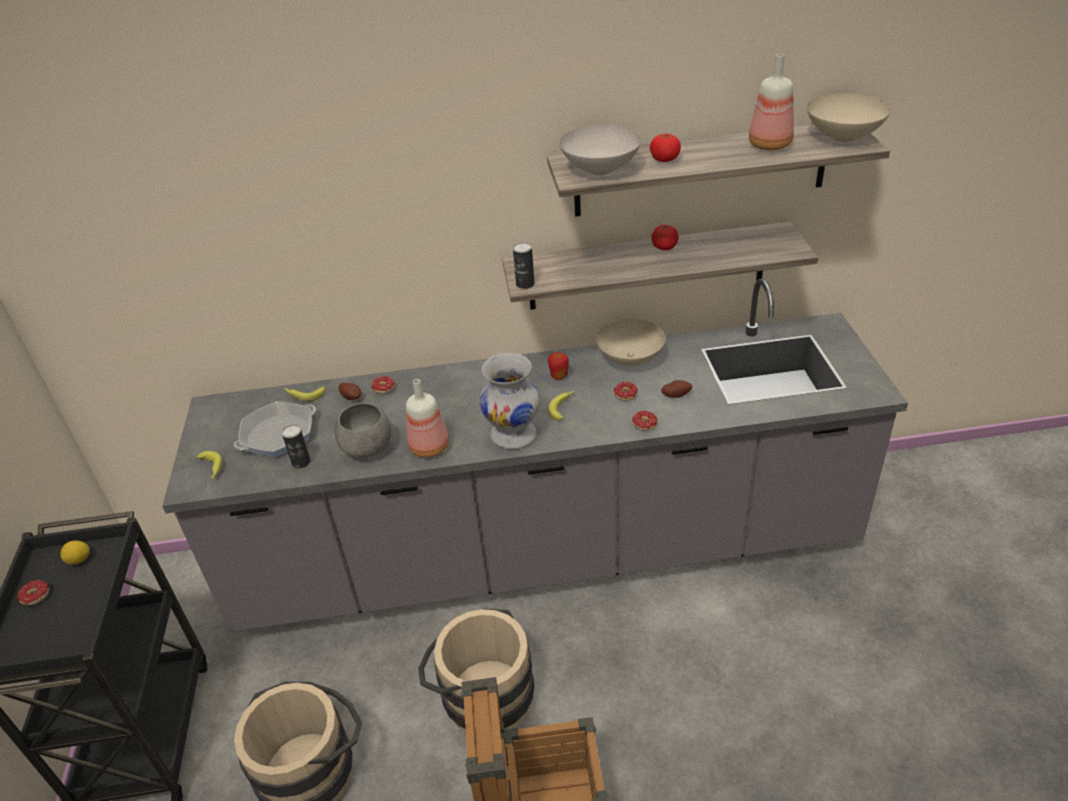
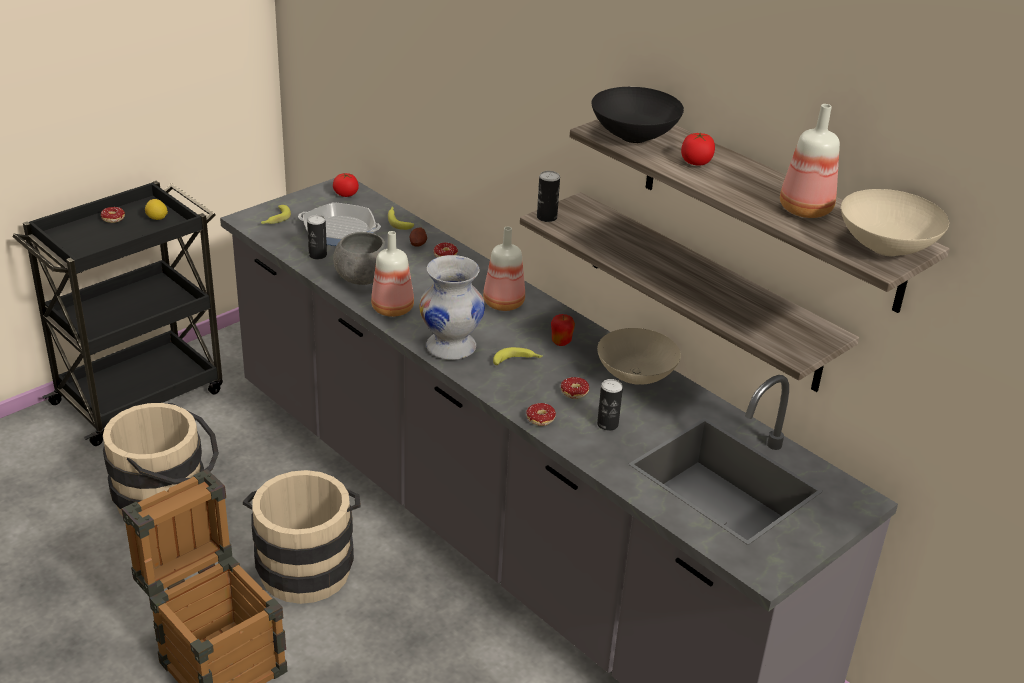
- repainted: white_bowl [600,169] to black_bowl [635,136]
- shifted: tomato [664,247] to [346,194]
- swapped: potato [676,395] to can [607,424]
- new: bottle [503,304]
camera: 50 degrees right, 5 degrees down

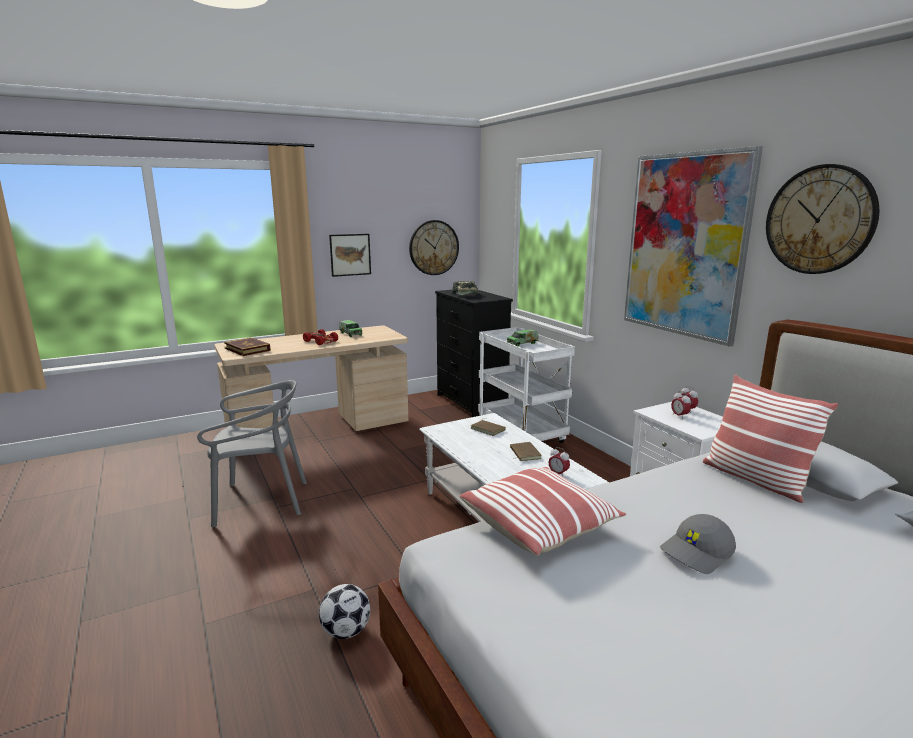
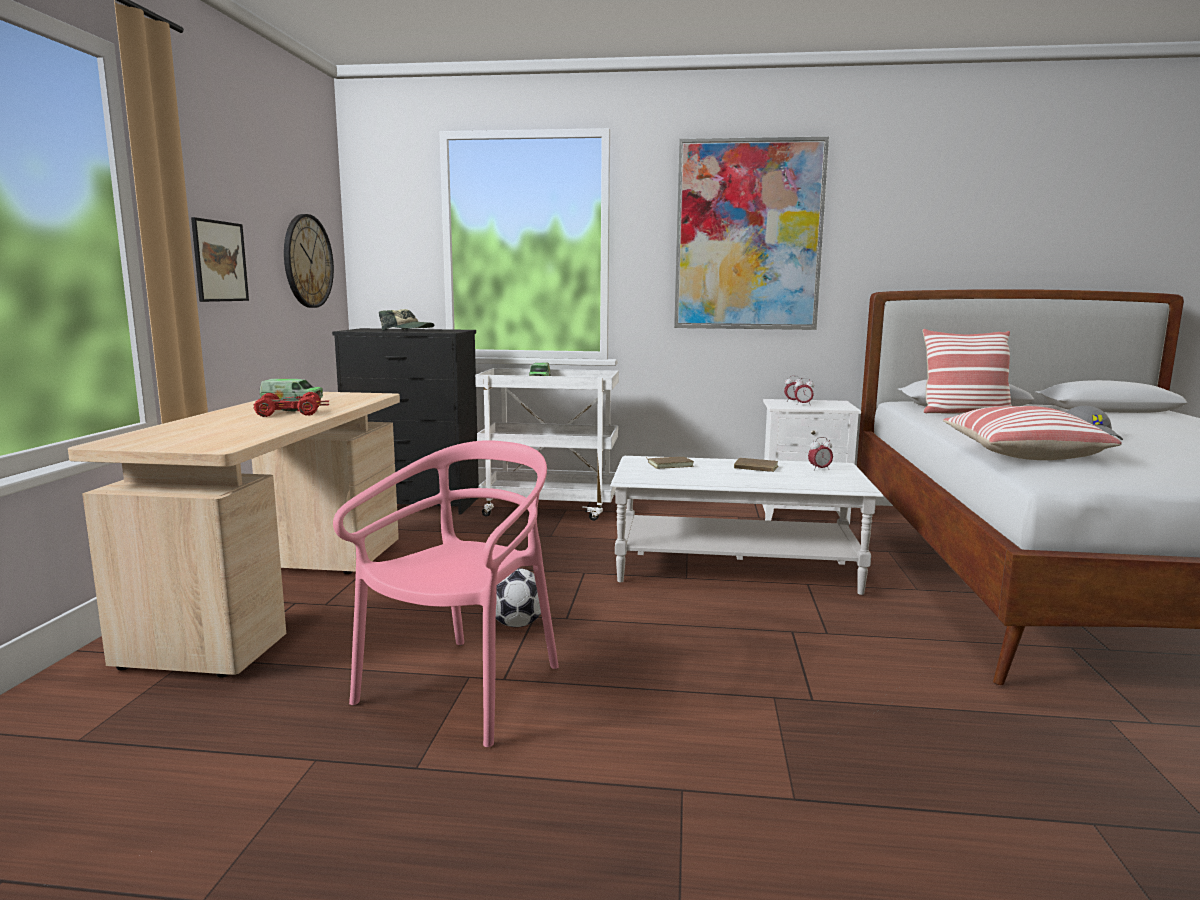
- gone: wall_clock [819,220]
- gone: book [247,349]
- repainted: grey_chair [261,501] to pink_chair [463,688]
- shifted: football [346,631] to [517,624]
camera: 55 degrees left, 5 degrees down

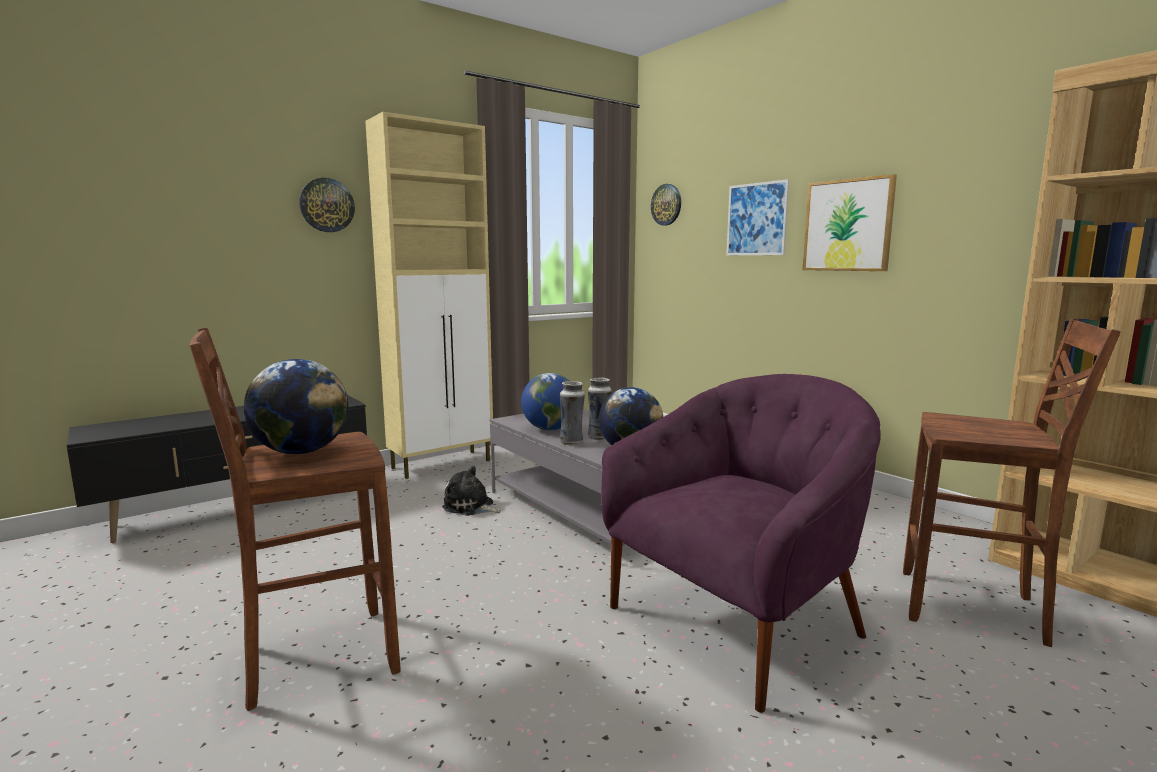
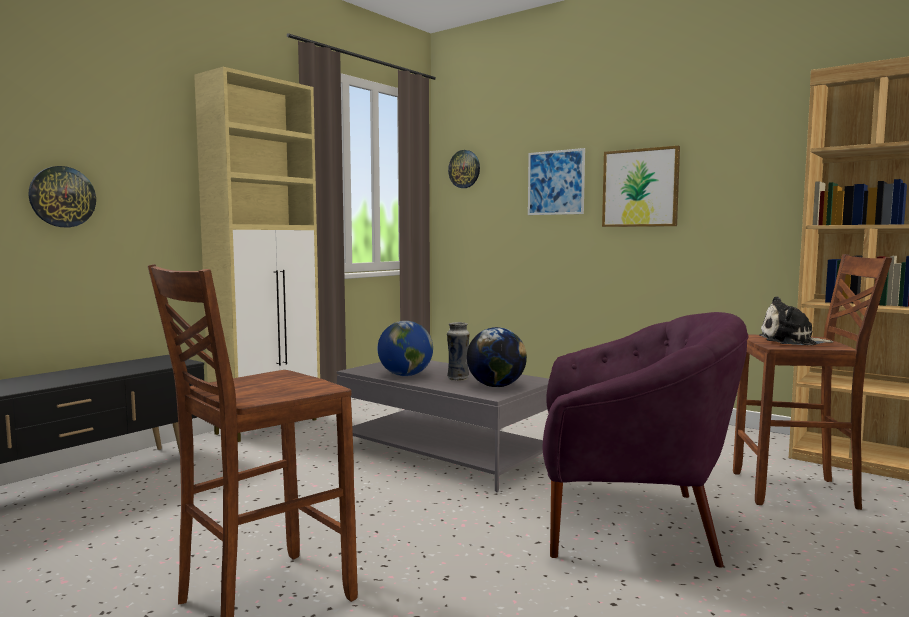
- shifted: wall_clock [327,205] to [62,197]
- gone: globe [301,451]
- rotated: purple_armchair [737,622] = [628,522] 60 degrees clockwise
- gone: vase [572,442]
- shifted: plush_toy [470,507] to [791,341]
camera: 15 degrees left, 5 degrees down

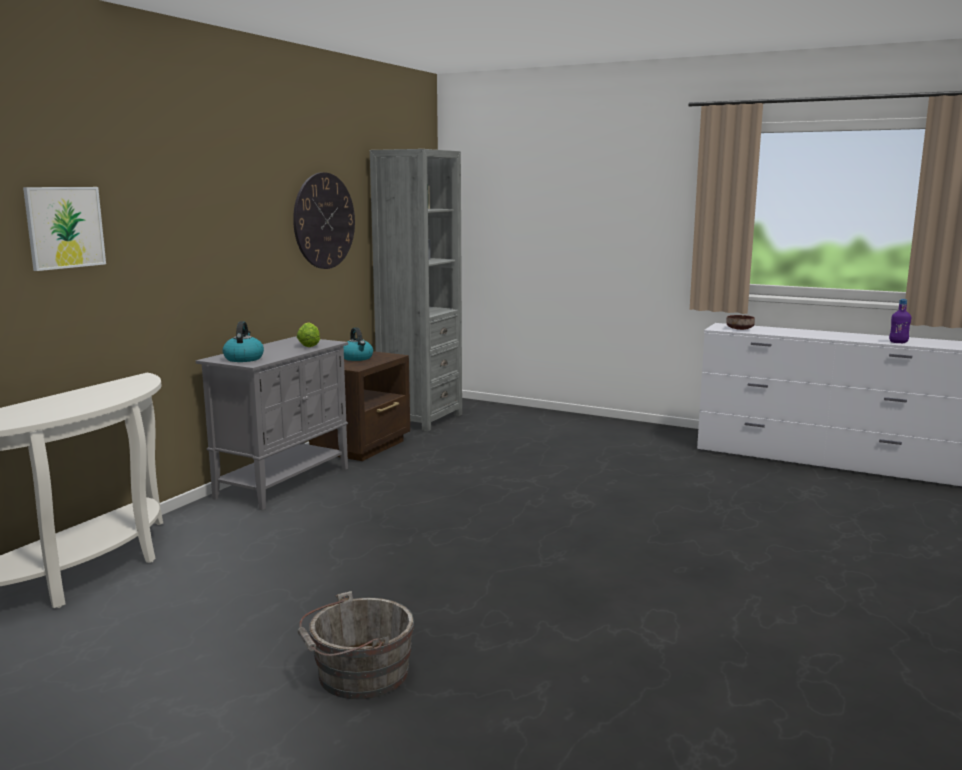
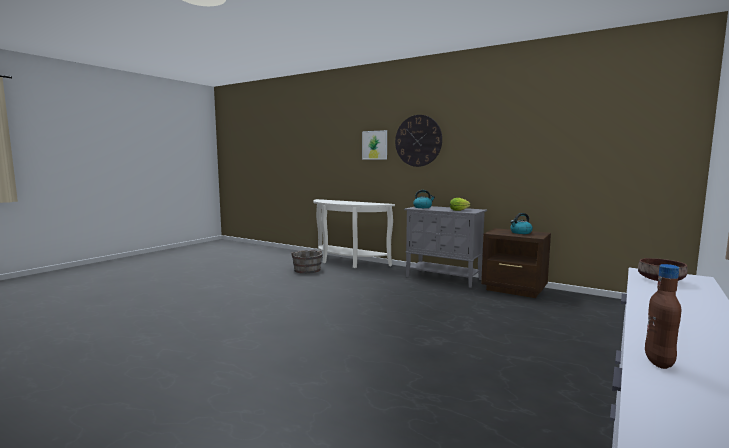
- gone: grey_bookcase [420,419]
- shifted: wall_clock [324,221] to [418,141]
- repainted: purple_bottle [898,342] to brown_bottle [659,362]
- shifted: grey_bucket [358,675] to [306,269]
camera: 95 degrees right, 5 degrees down

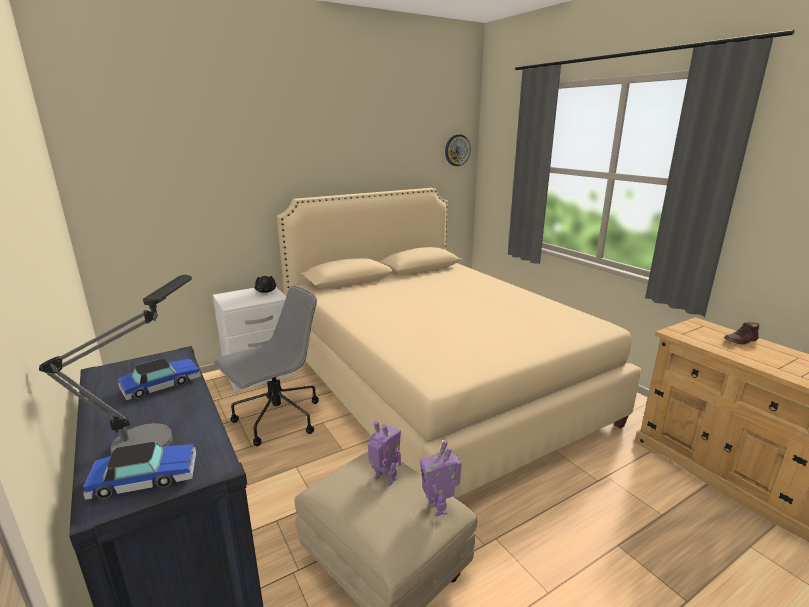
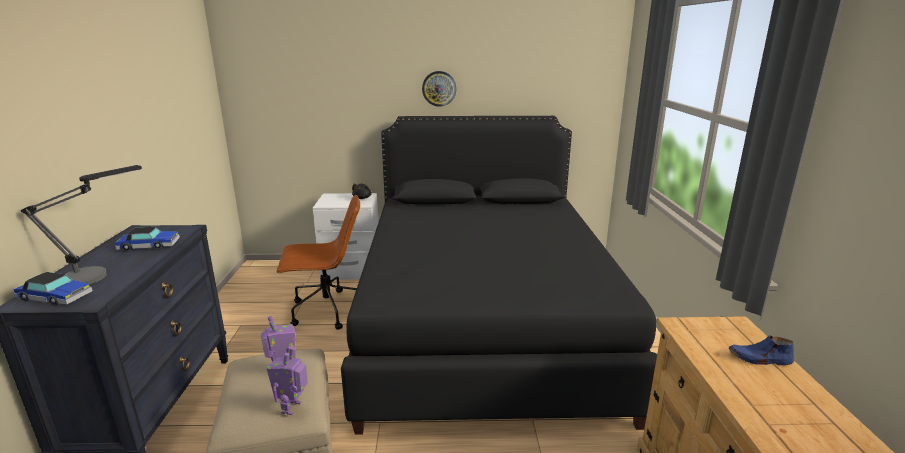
- shifted: wall_clock [457,150] to [439,88]
- repainted: beige_bed [436,386] to black_bed [483,323]
- repainted: grey_office_chair [277,420] to brown_office_chair [326,311]
- repainted: brown_shoe [740,340] to blue_shoe [760,359]
camera: 30 degrees right, 0 degrees up

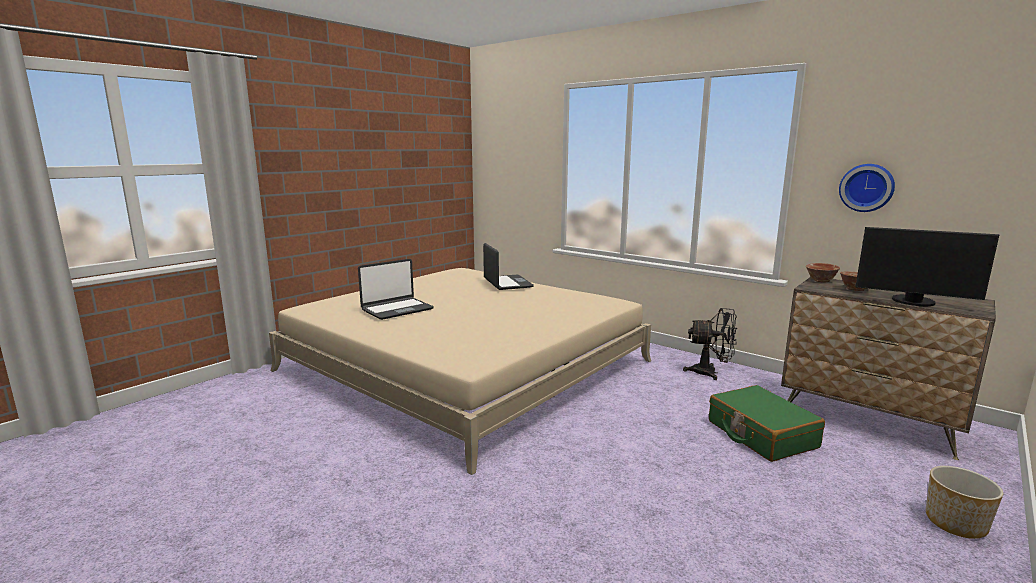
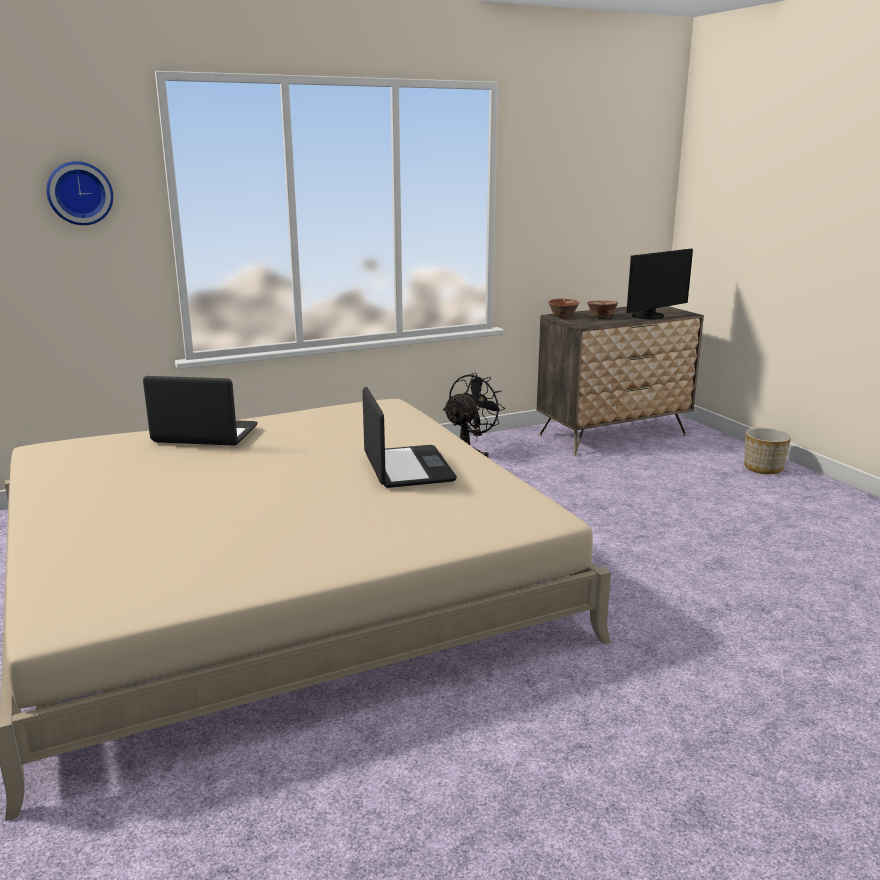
- shifted: wall_clock [866,187] to [80,193]
- shifted: laptop [397,309] to [407,468]
- gone: green_suitcase [761,434]
camera: 65 degrees left, 5 degrees up

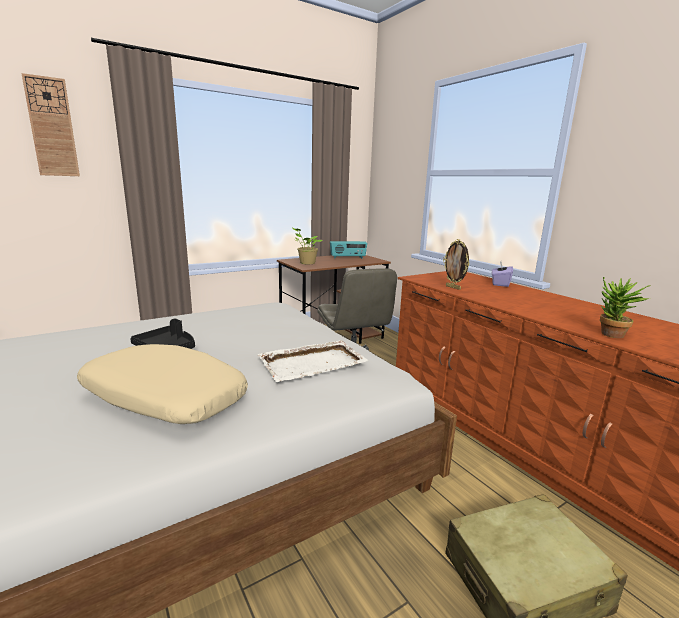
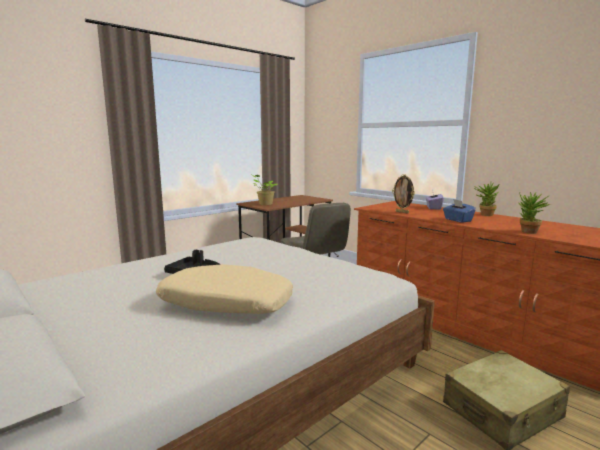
- gone: wall_clock [52,127]
- gone: radio [348,258]
- gone: white_tray [313,363]
- new: potted_plant [484,214]
- new: blue_tissue_box [457,220]
camera: 10 degrees left, 5 degrees down

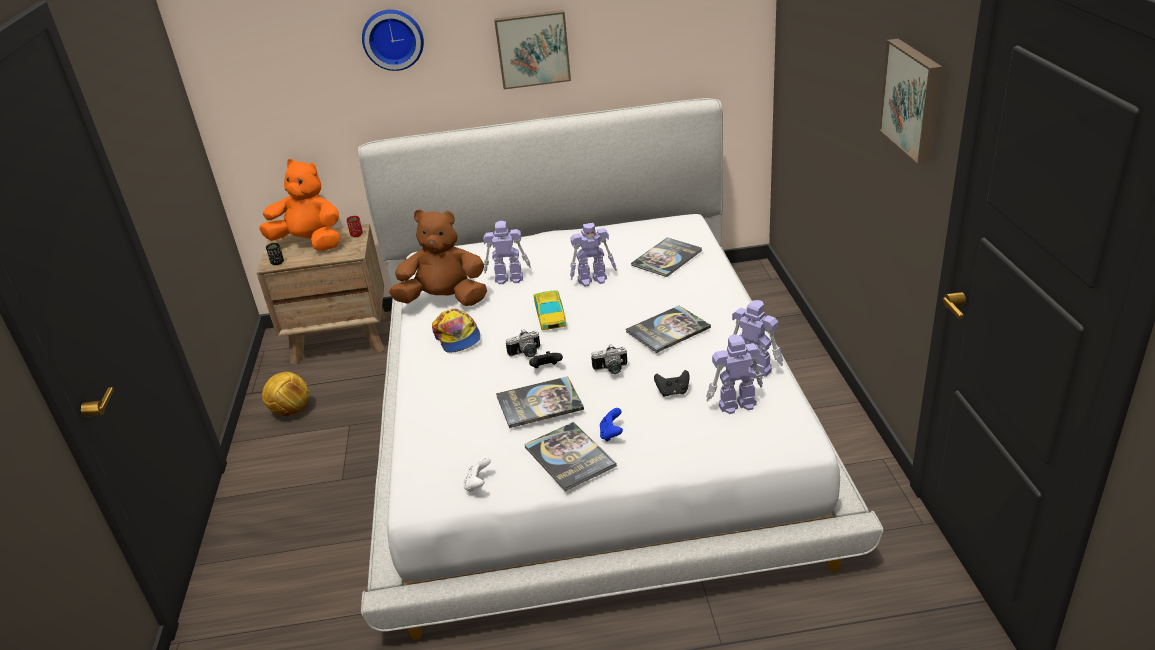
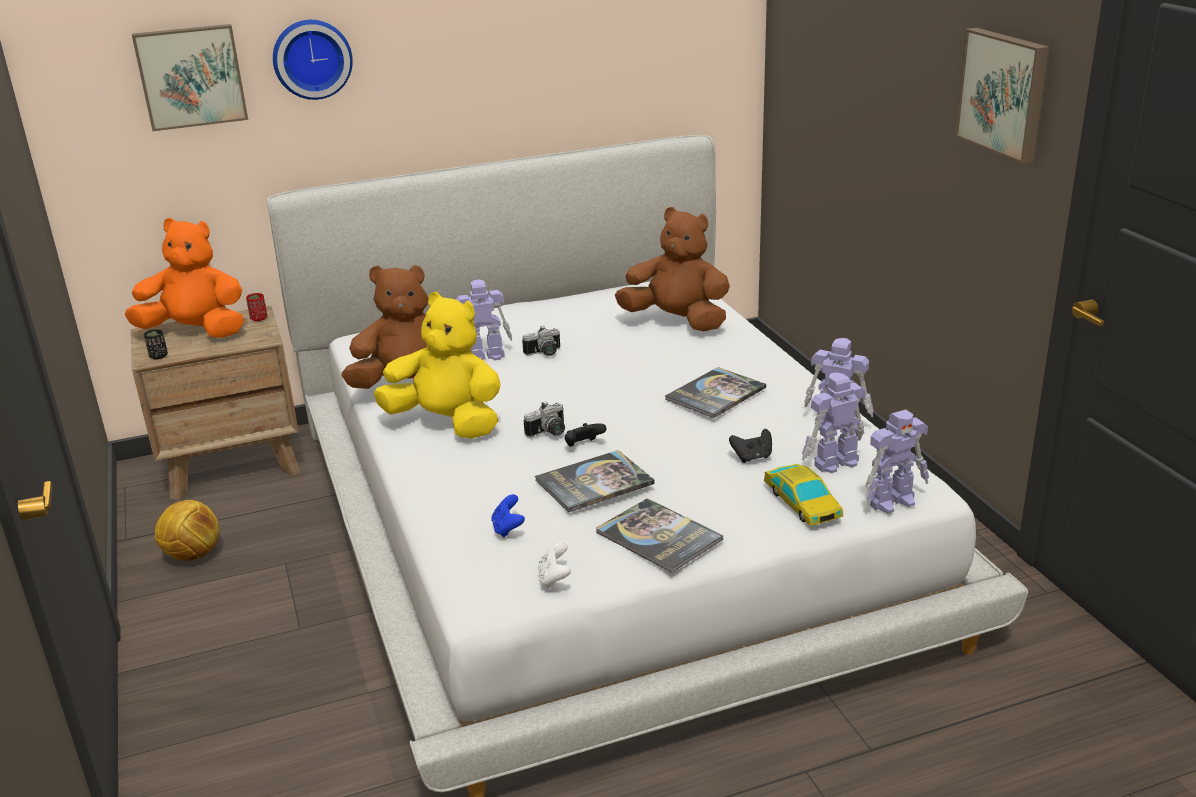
- shifted: picture [532,49] to [191,76]
- shifted: toy_robot [593,280] to [893,501]
- swapped: book [667,258] to brown_plush_toy [677,321]
- shifted: toy_car [550,315] to [802,502]
- swapped: cap [457,337] to yellow_plush_toy [447,423]
- shifted: photo_camera [611,369] to [544,353]
- shifted: blue_game_controller [611,434] to [508,528]
camera: 15 degrees left, 5 degrees down

